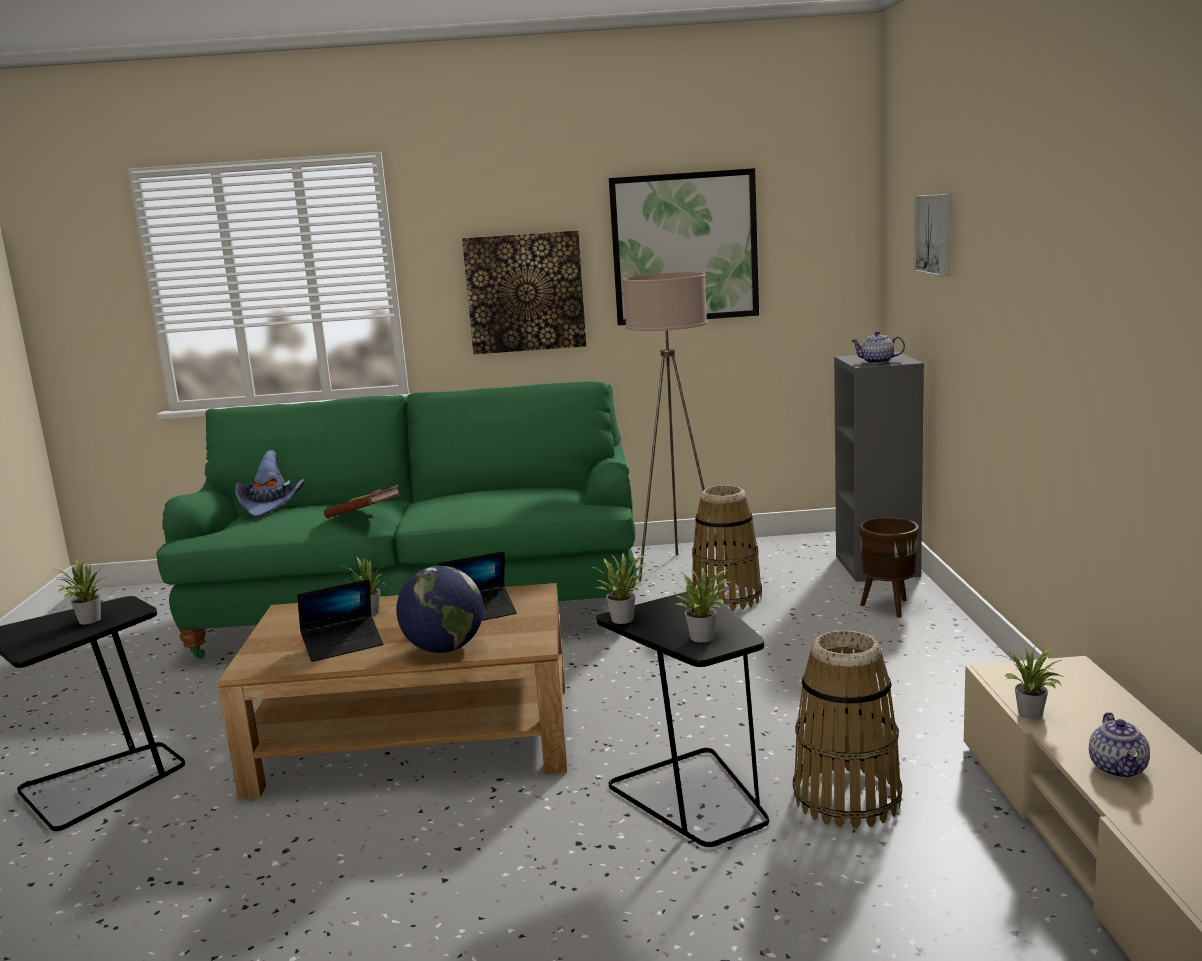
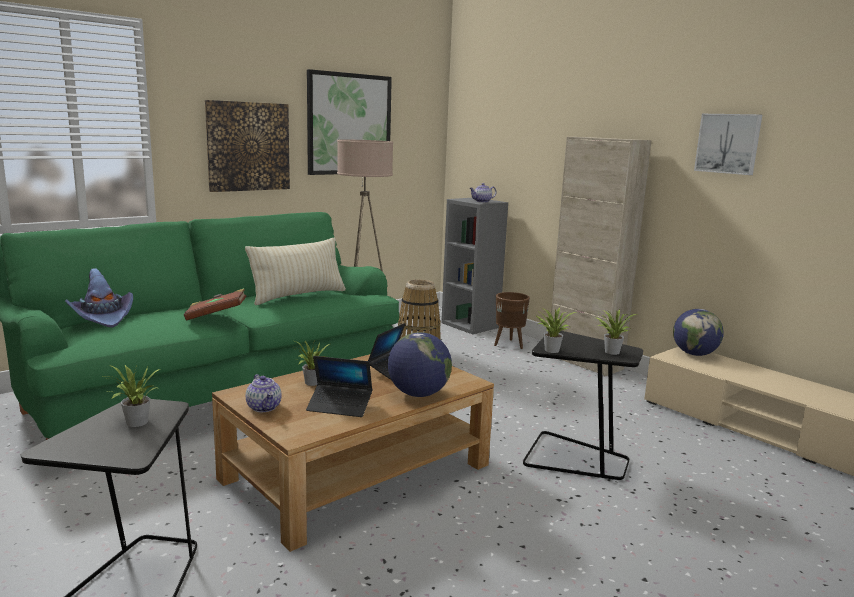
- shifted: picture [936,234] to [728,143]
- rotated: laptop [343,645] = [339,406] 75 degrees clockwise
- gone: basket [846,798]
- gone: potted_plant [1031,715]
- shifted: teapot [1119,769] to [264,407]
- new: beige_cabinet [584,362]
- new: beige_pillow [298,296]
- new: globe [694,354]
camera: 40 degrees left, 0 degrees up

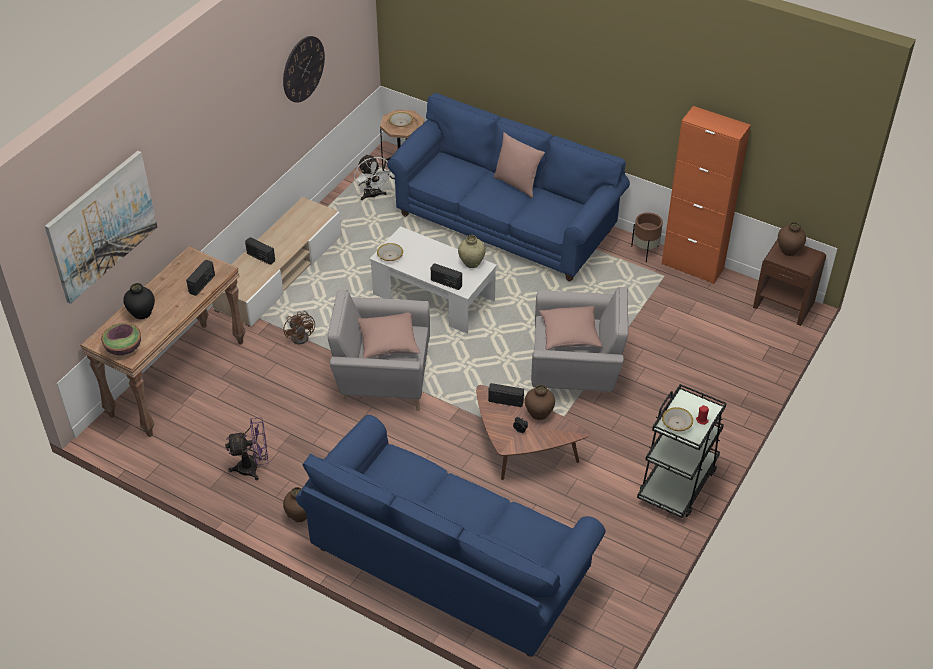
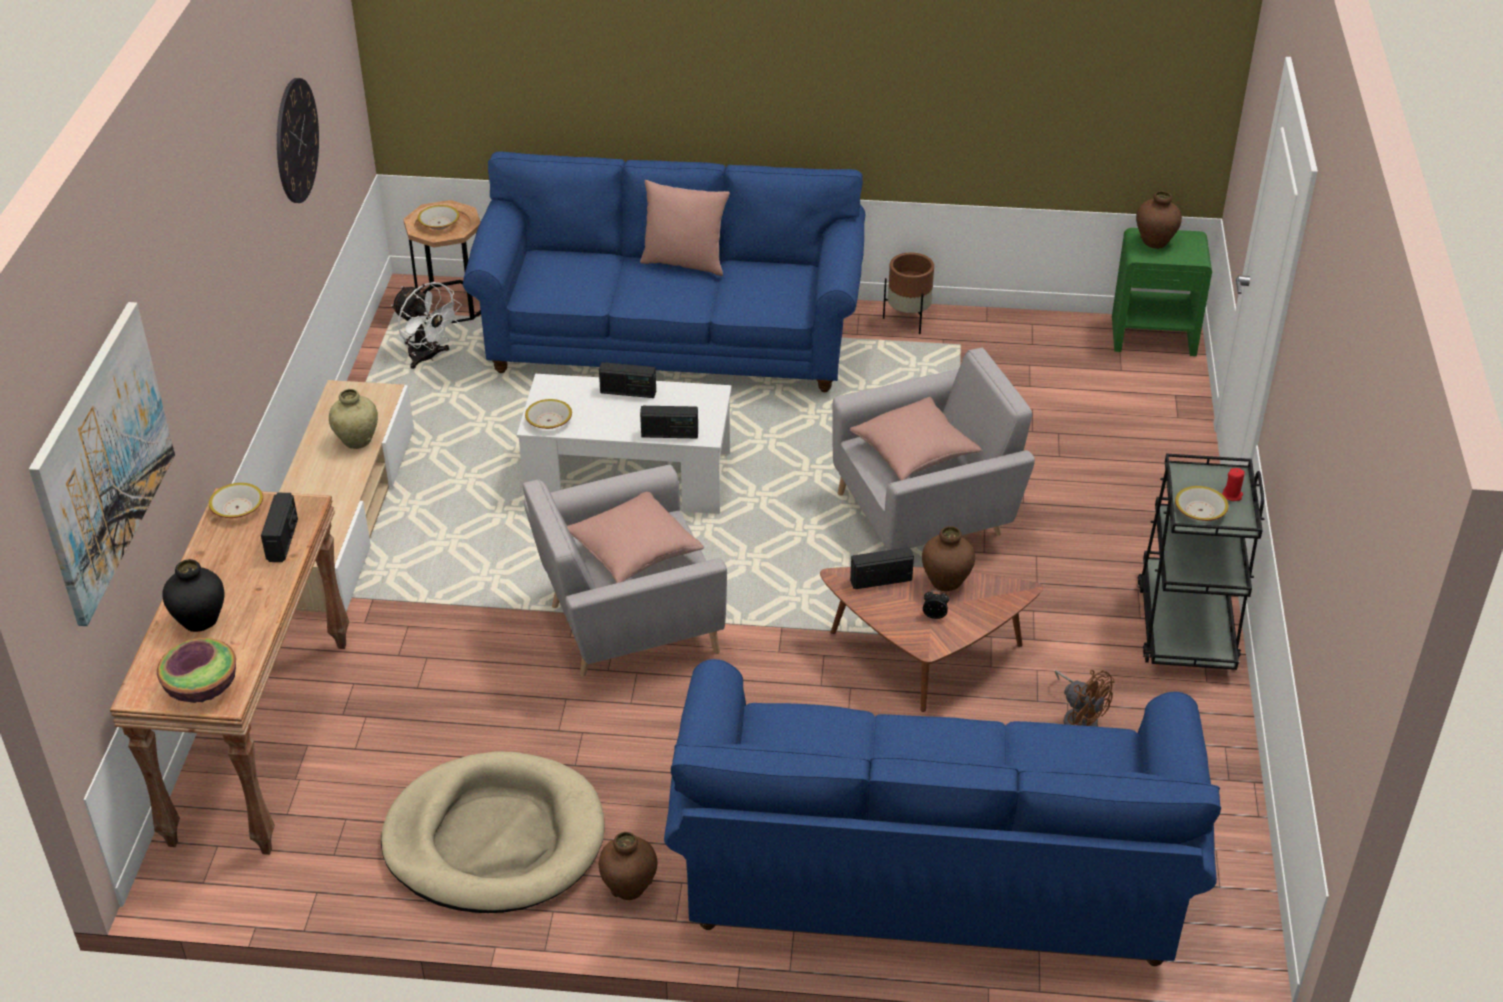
- gone: orange_cabinet [692,266]
- shifted: beige_vase [471,263] to [357,441]
- shifted: radio [260,257] to [628,392]
- repainted: brown_nightstand [784,305] to green_nightstand [1154,335]
- shifted: brown_fan [302,336] to [1079,718]
- swapped: purple_fan [253,468] to beige_dog_bed [495,839]
- new: bowl [237,508]
camera: 25 degrees left, 5 degrees down

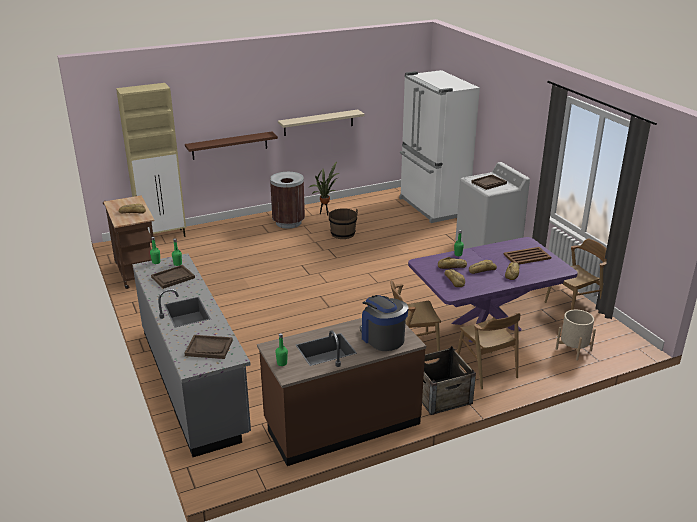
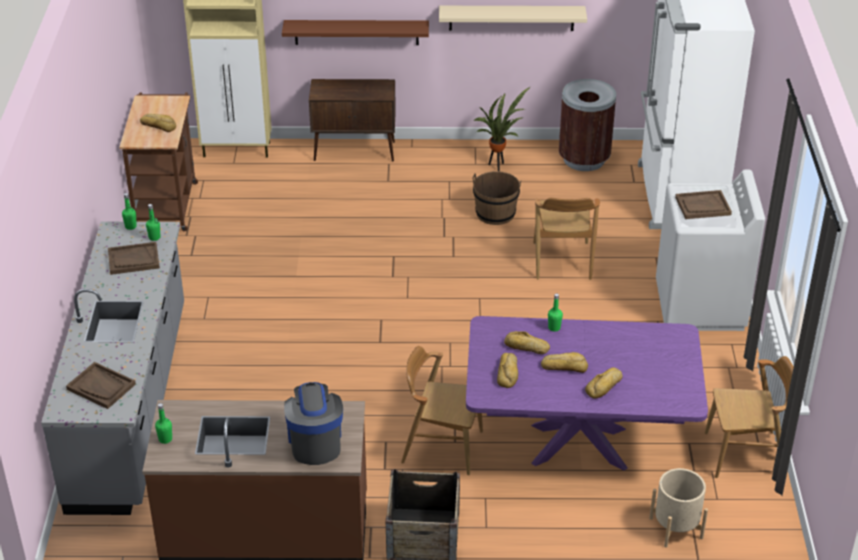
- shifted: brown_trash_can [288,222] to [584,159]
- gone: brown_tray [526,256]
- shifted: brown_chair [486,370] to [562,261]
- new: brown_cabinet [355,151]
camera: 25 degrees right, 10 degrees up

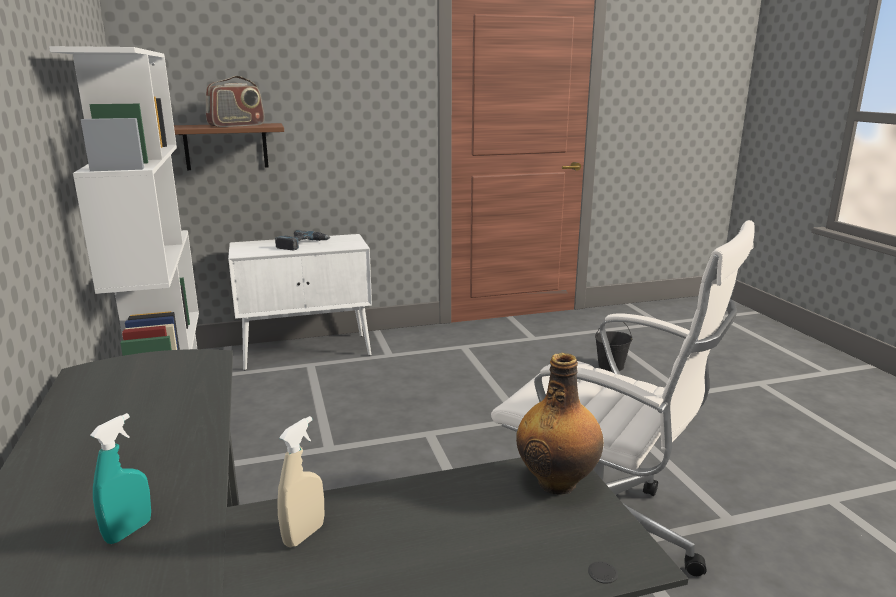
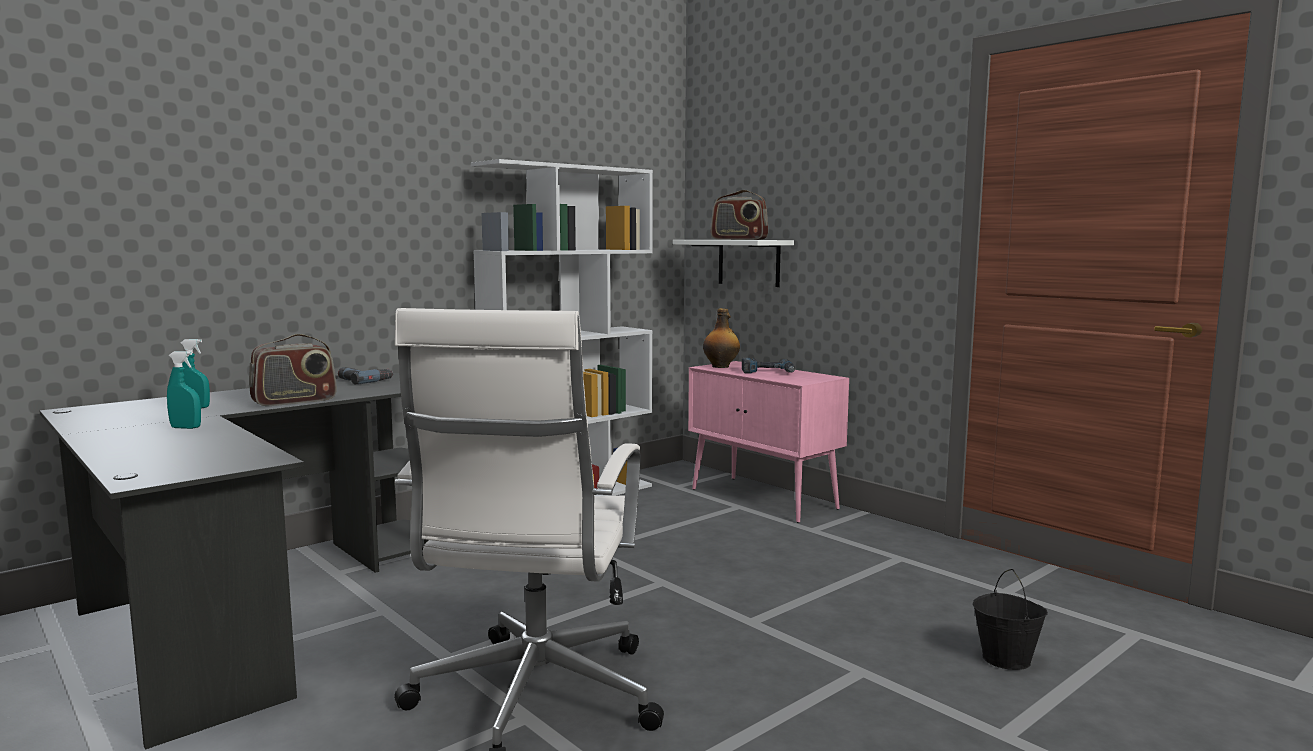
- repainted: brown_shelf [226,146] to white_shelf [749,262]
- repainted: white_cabinet [308,352] to pink_cabinet [764,499]
- shifted: bottle [557,482] to [721,366]
- repainted: beige_spray_bottle [304,534] to turquoise_spray_bottle [185,428]
- new: radio [294,401]
- new: power_drill [363,380]
camera: 65 degrees right, 10 degrees down

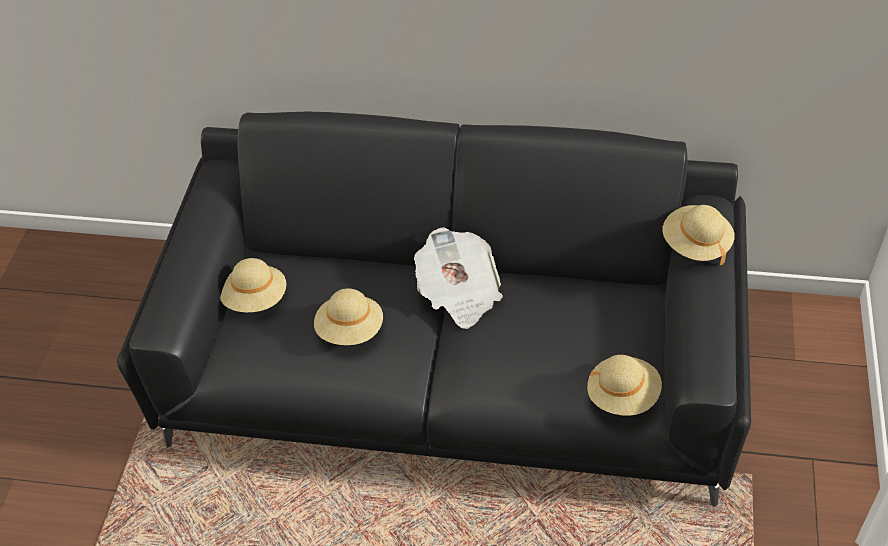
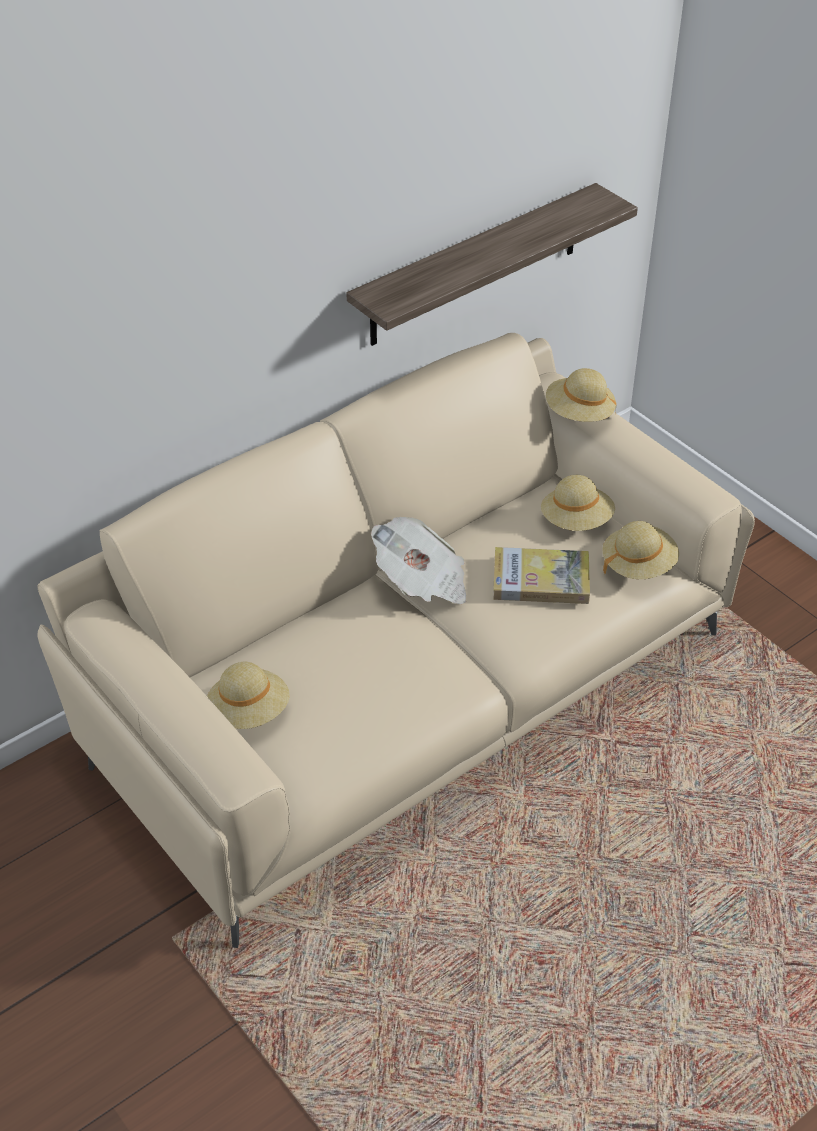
- repainted: black_sofa [453,372] to beige_sofa [409,690]
- shifted: beige_hat [350,330] to [576,521]
- new: shelf [475,266]
- new: book [541,579]
camera: 50 degrees left, 5 degrees down

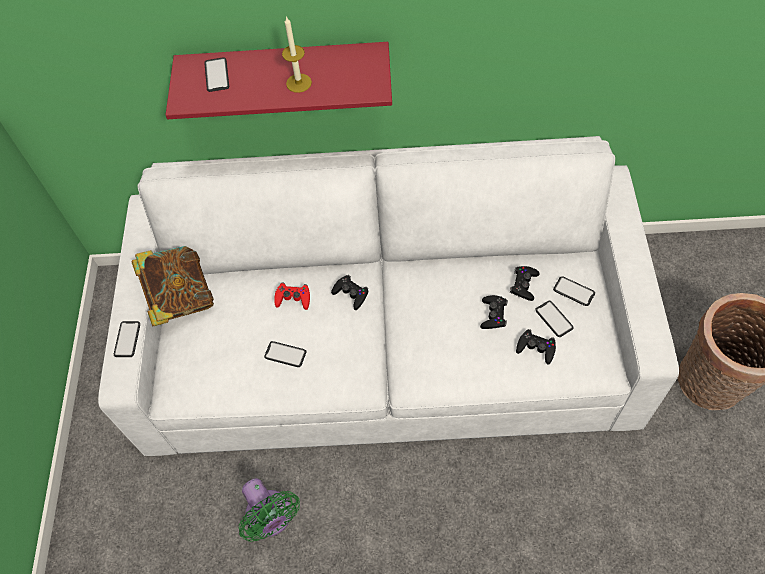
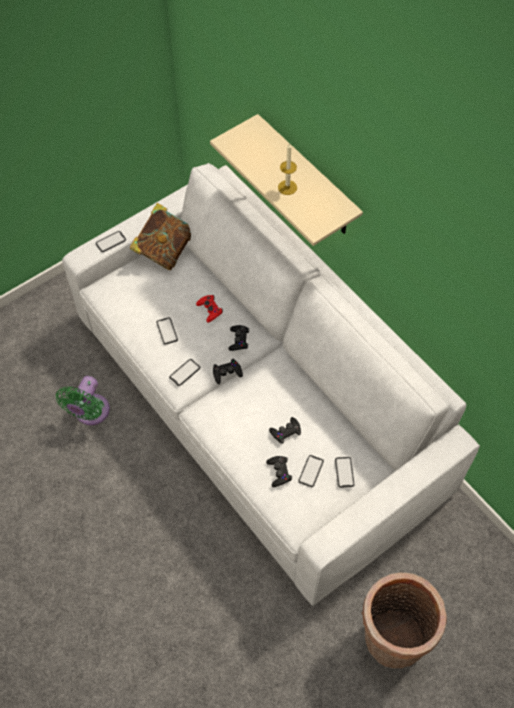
- repainted: red_shelf [285,73] to beige_shelf [307,178]
- shifted: phone [217,75] to [185,372]
- shifted: black_game_controller [524,285] to [227,373]
camera: 50 degrees right, 0 degrees up

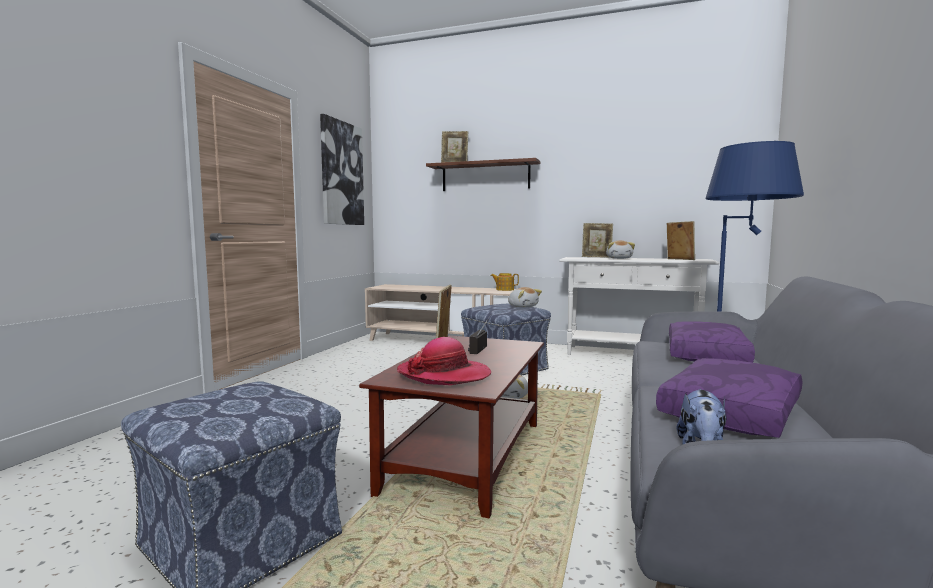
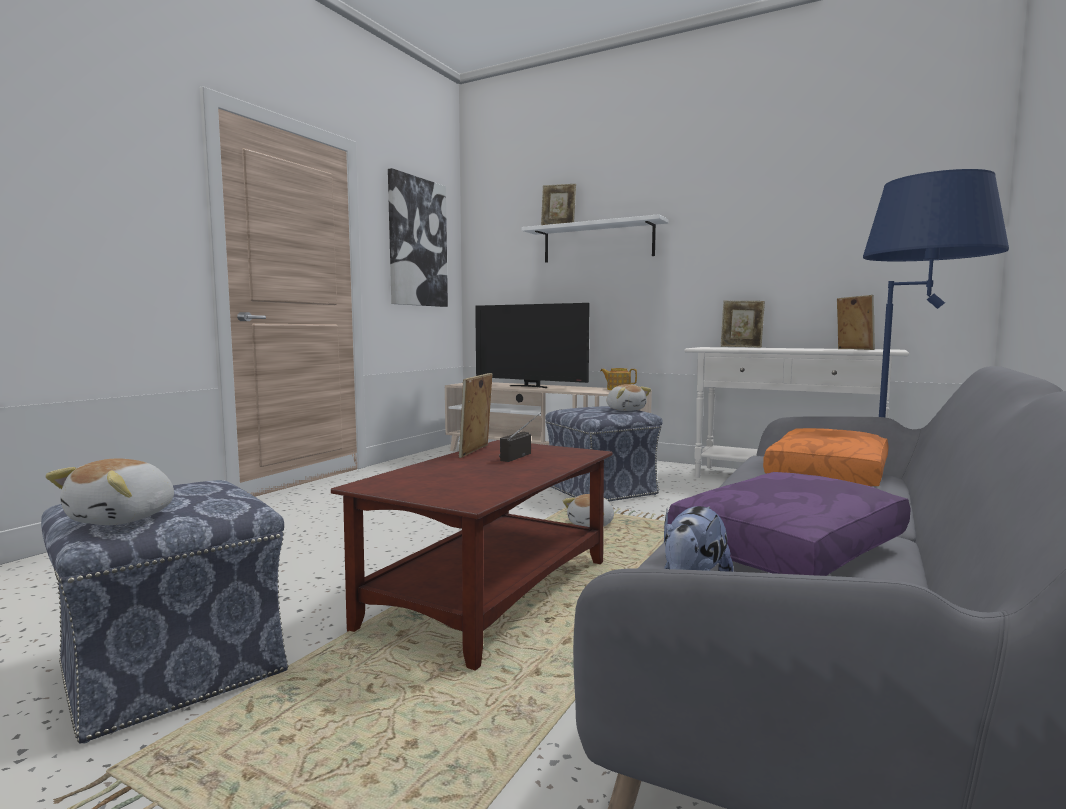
- repainted: brown_shelf [485,176] to white_shelf [597,242]
- shifted: plush_toy [619,258] to [124,518]
- repainted: purple_pillow [708,355] to orange_pillow [830,475]
- gone: hat [444,375]
- new: television [530,386]
camera: 10 degrees right, 0 degrees up

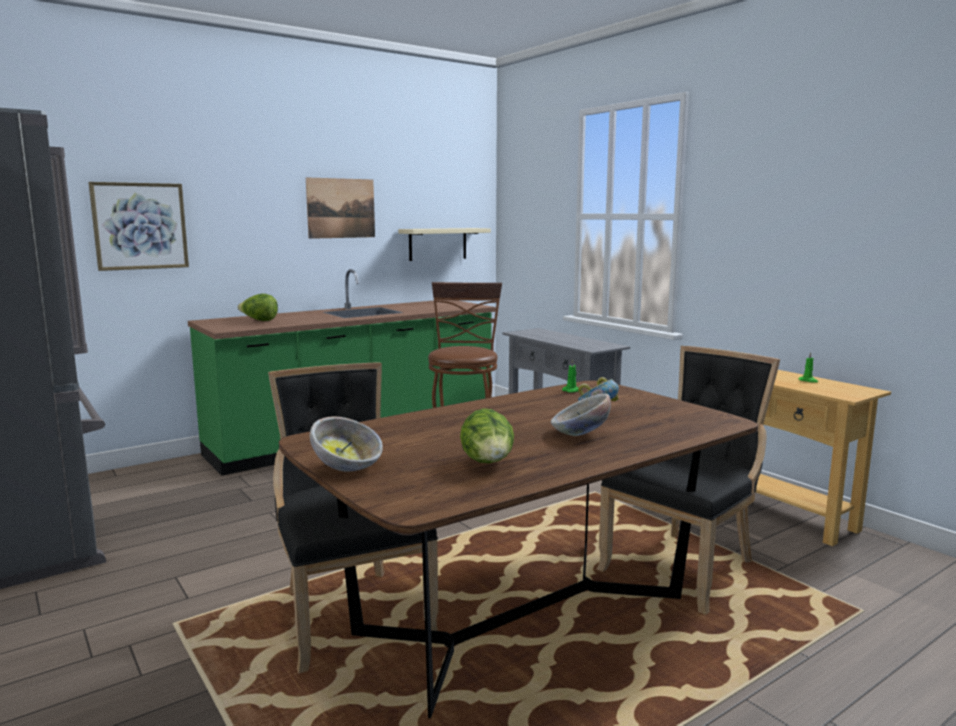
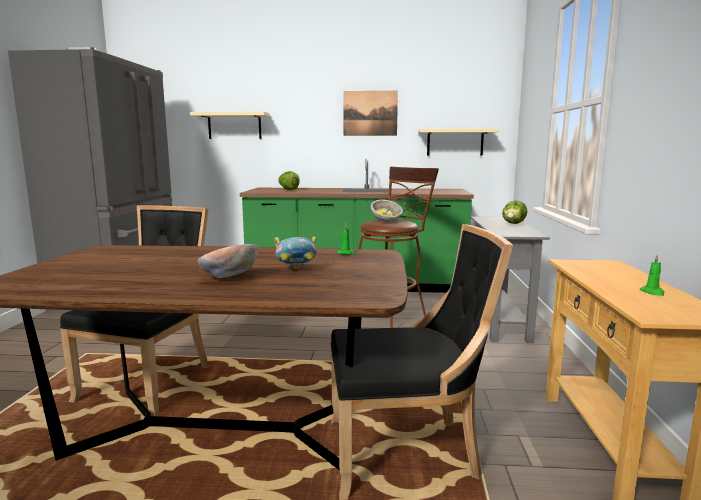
- swapped: picture [140,226] to beige_shelf [234,126]
- shifted: lettuce [488,464] to [513,224]
- shifted: bowl [348,467] to [386,221]
camera: 40 degrees right, 0 degrees up

